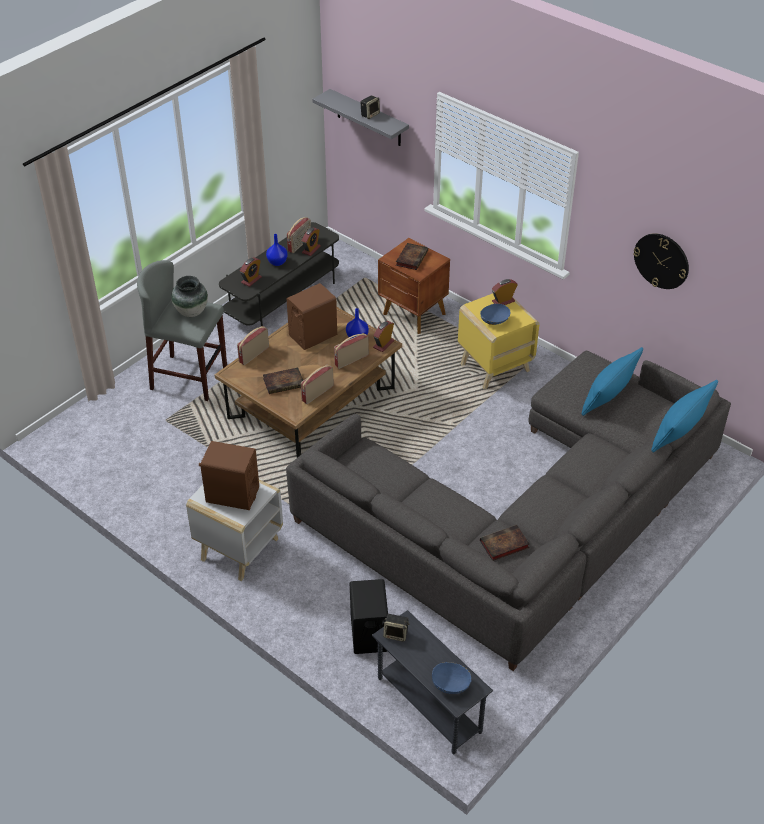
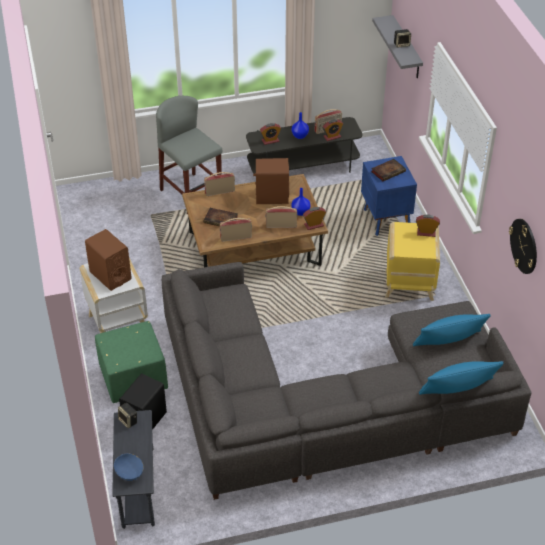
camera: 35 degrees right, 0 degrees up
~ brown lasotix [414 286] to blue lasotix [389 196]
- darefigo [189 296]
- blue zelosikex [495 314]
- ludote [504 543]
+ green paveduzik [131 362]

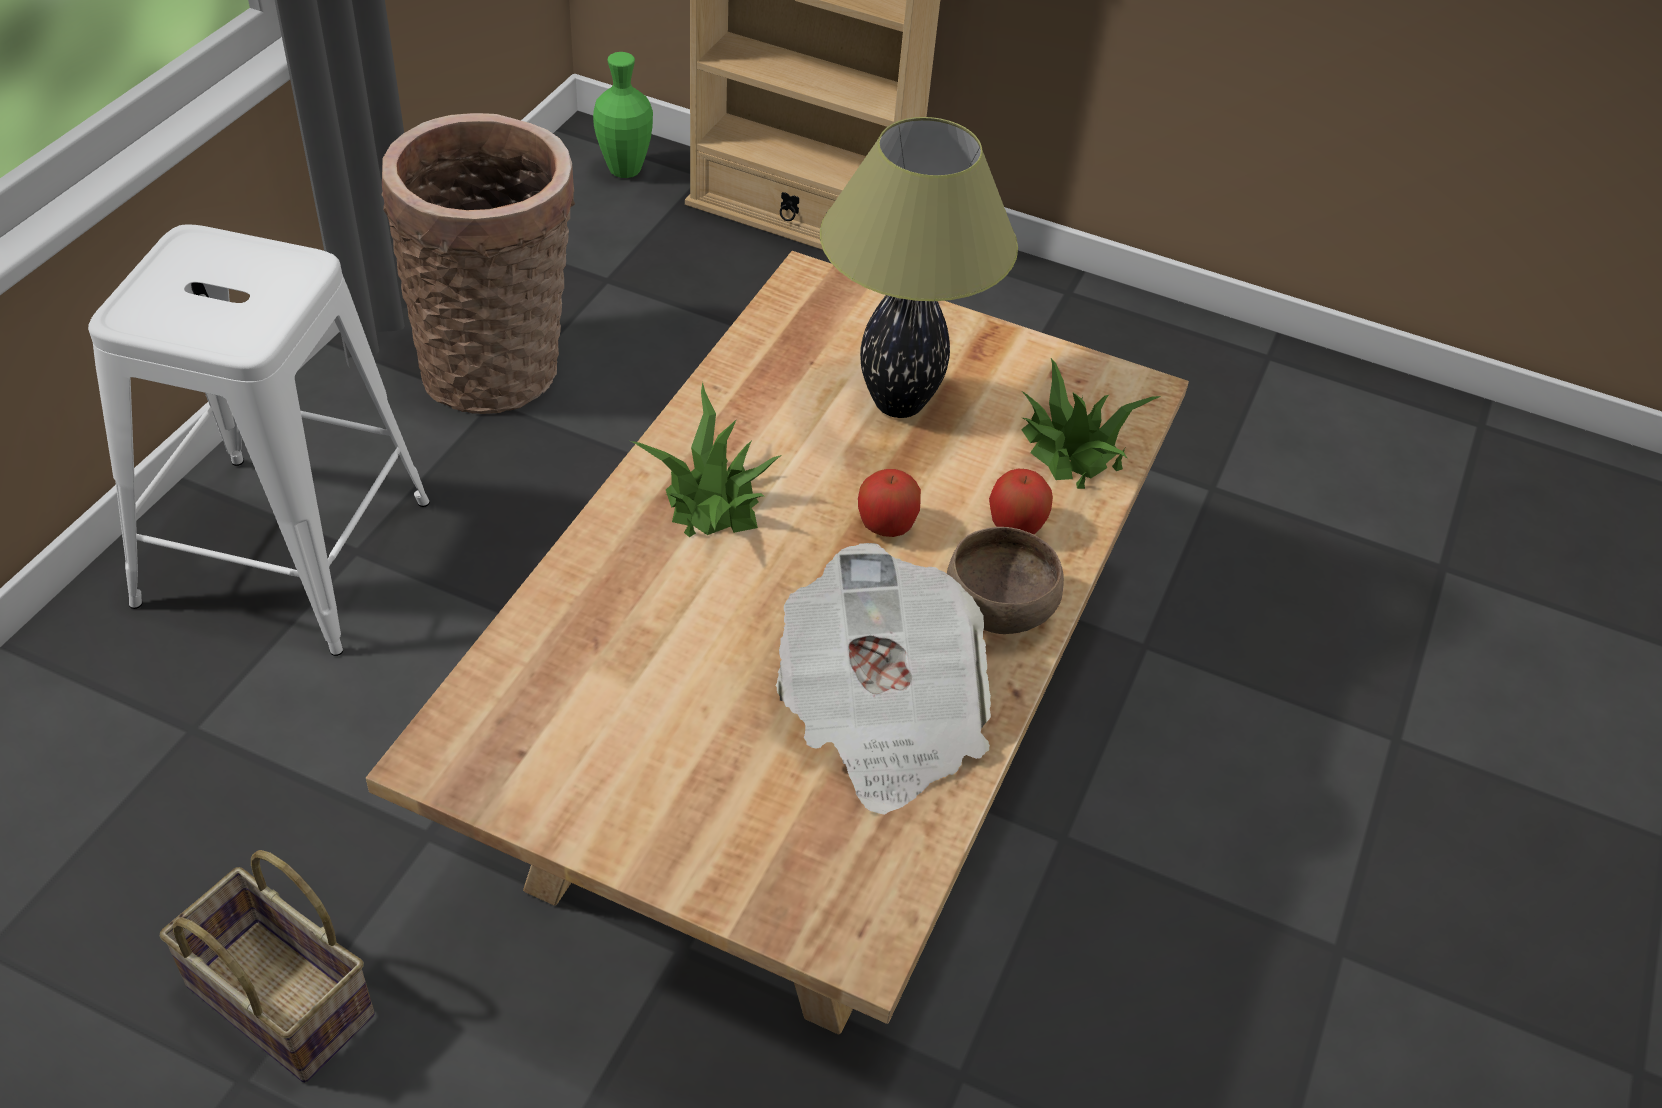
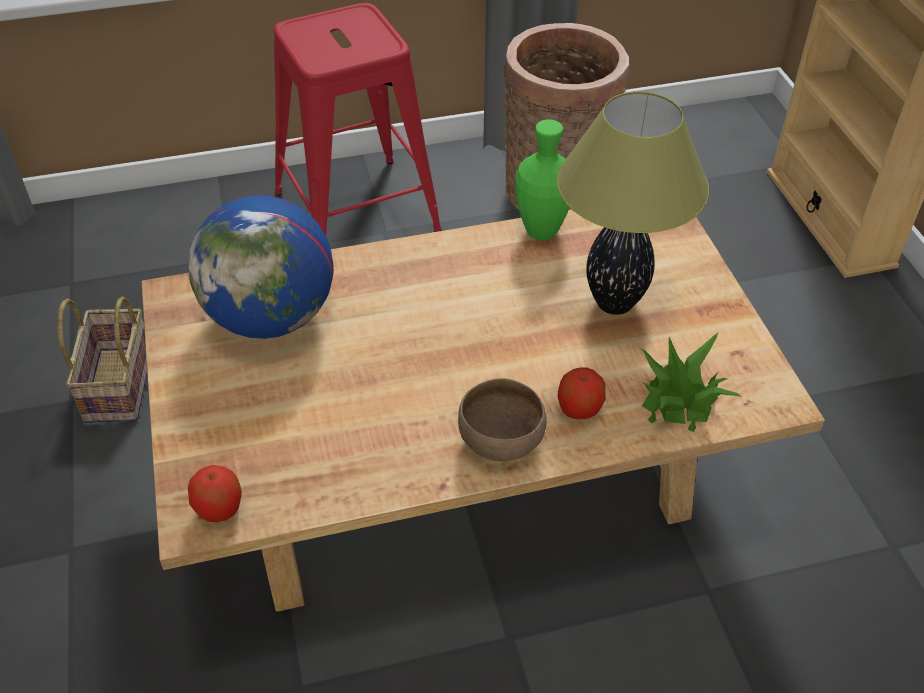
camera: 55 degrees right, 0 degrees up
~ green darefigo [623 115] to [542 179]
~ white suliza [259 440] to red suliza [357 119]
- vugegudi [706 459]
~ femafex [889 503] to [215 493]
- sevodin [883 679]
+ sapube [261 267]

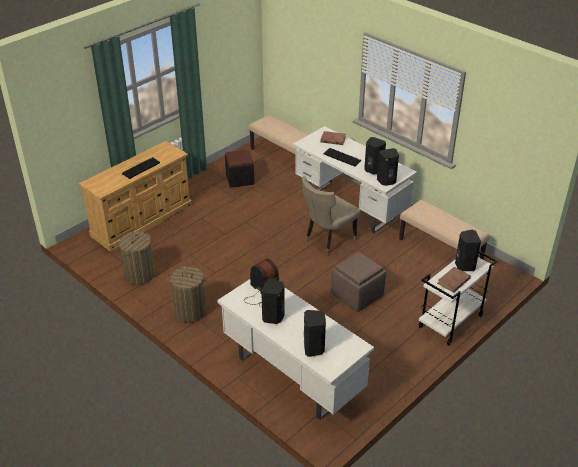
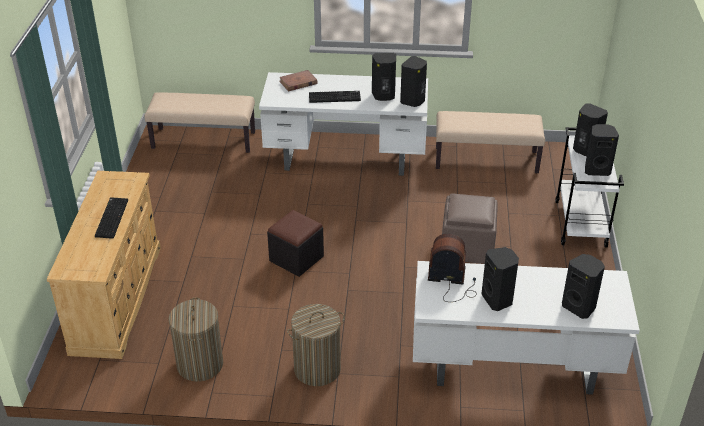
camera: 40 degrees left, 0 degrees up
~ black paveduzik [239 169] to [295 243]
- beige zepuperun [331 215]
~ brown ludote [454 280] to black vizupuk [602 150]

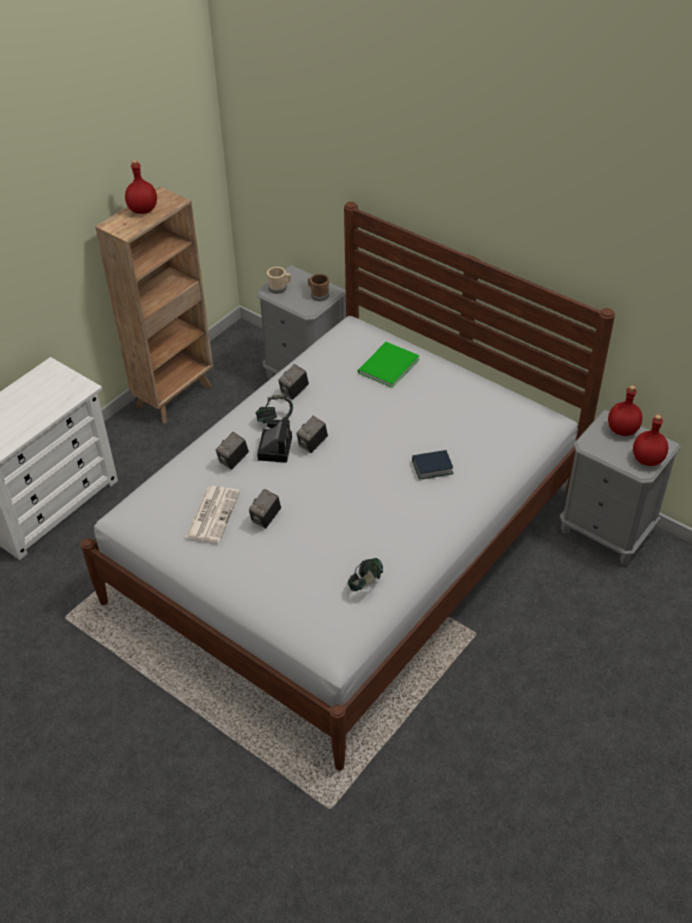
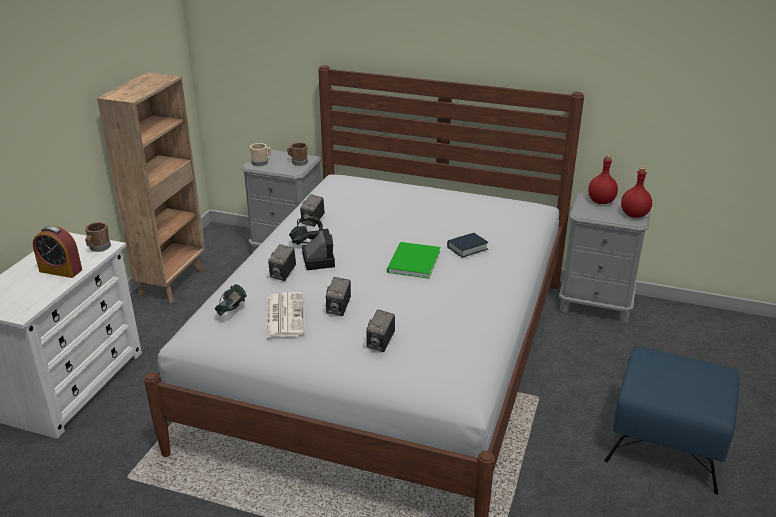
camera: 20 degrees left, 15 degrees down
- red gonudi [141 187]
~ green ludote [389 365] to [413 260]
~ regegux [312 434] to [380 331]
~ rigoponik [365 574] to [231 300]
+ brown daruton [98 237]
+ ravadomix [57 252]
+ blue paveduzik [672 420]

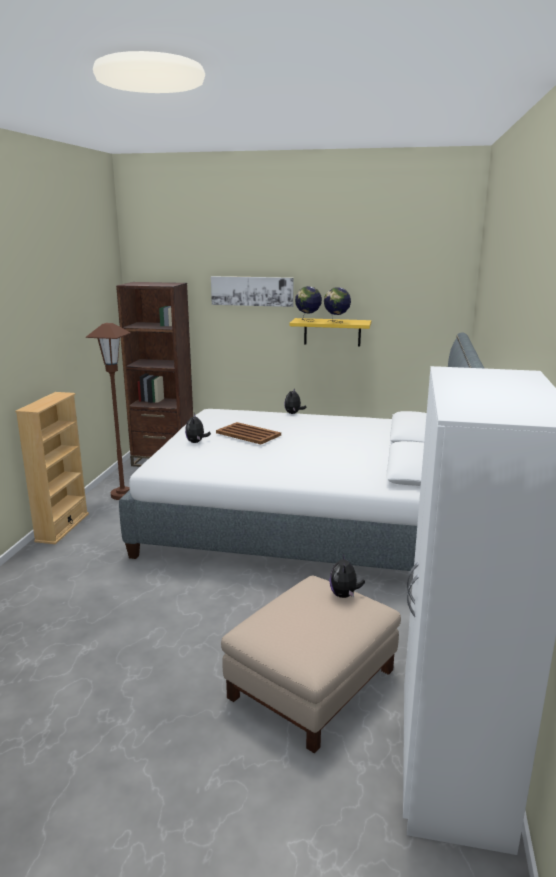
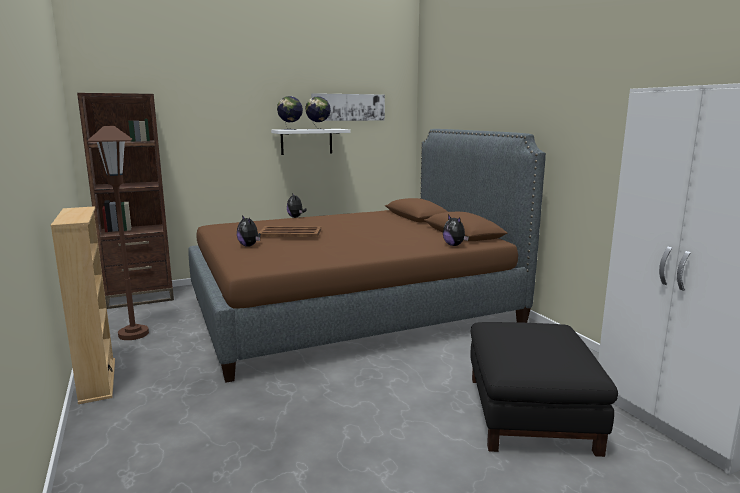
camera: 35 degrees left, 5 degrees down
~ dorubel [252 291] to [348 107]
~ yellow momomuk [330 332] to white momomuk [311 142]
~ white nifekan [301 452] to brown nifekan [367 256]
~ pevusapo [347 575] to [456 230]
~ beige paveduzik [311 664] to black paveduzik [544 389]

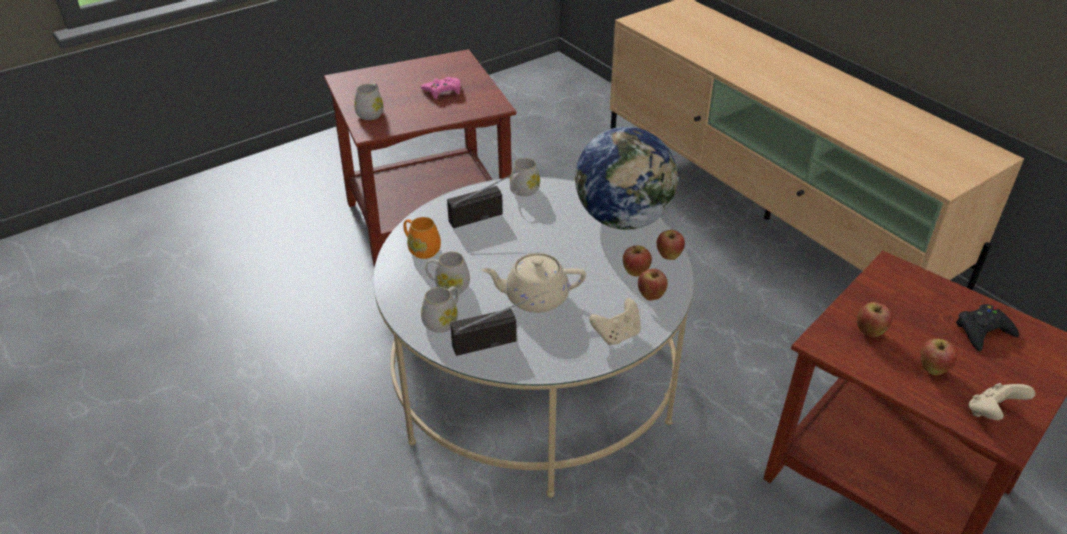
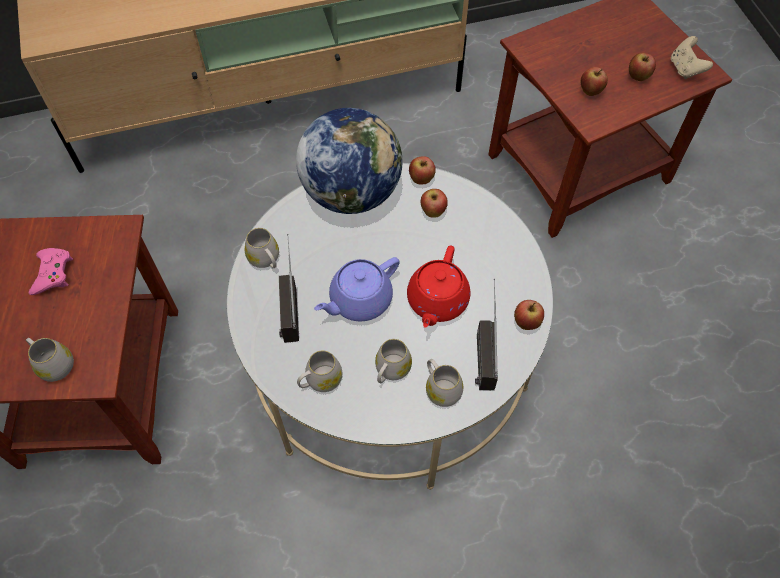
camera: 70 degrees left, 20 degrees up
~ orange daruton [422 238] to white daruton [319 371]
~ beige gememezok [534 283] to red gememezok [438 287]
~ femafex [653 285] to [529 315]
- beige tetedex [615 321]
- black tetedex [987 327]
+ purple gememezok [357 289]

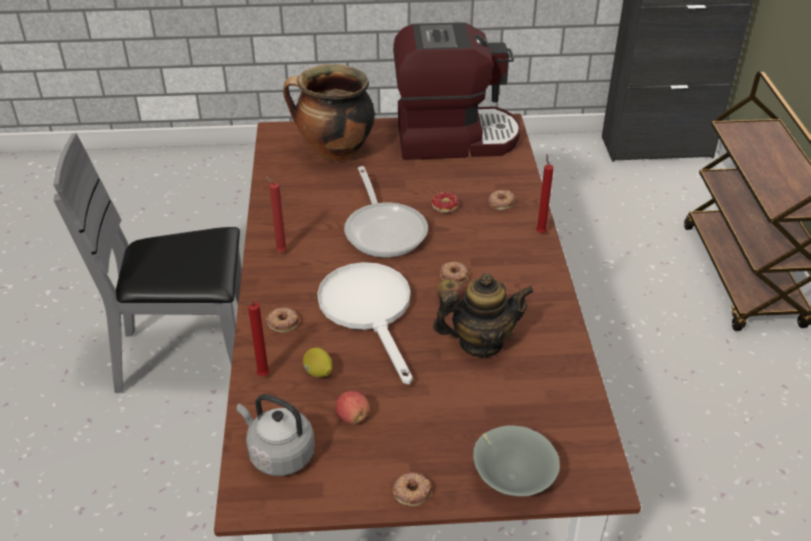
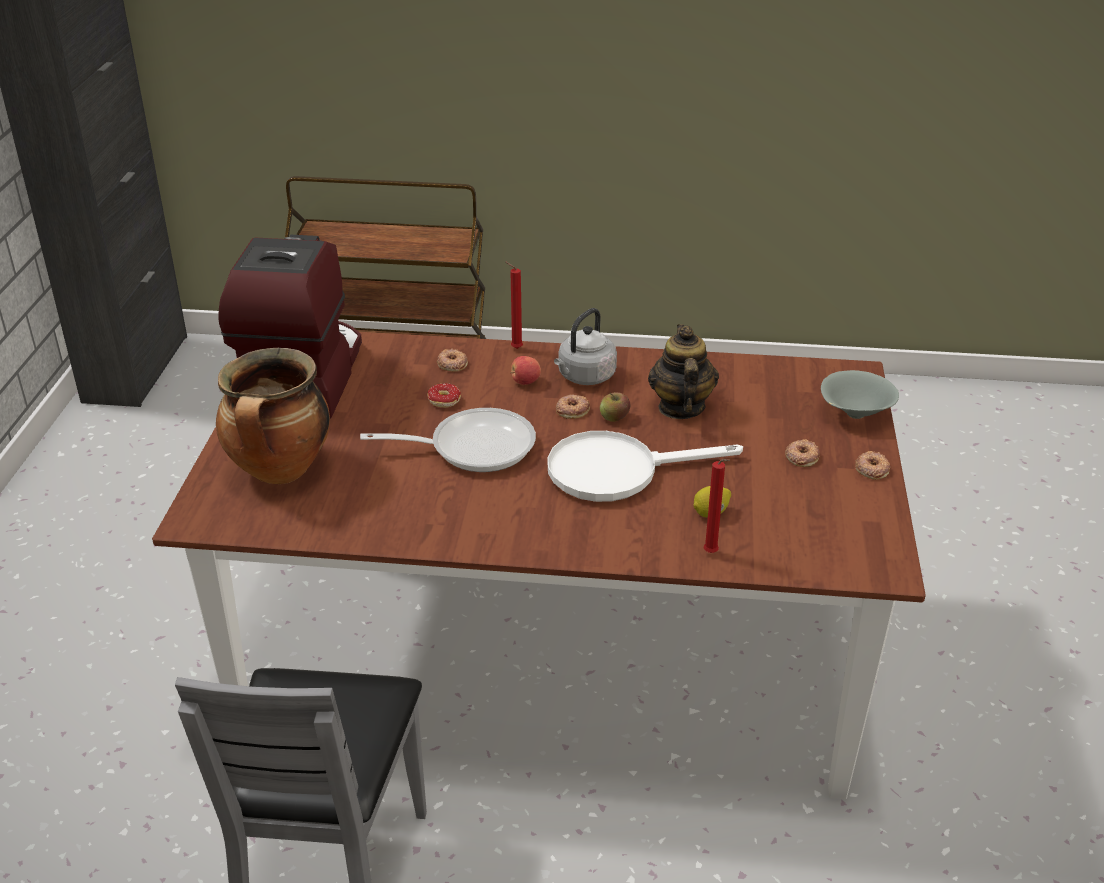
camera: 80 degrees left, 5 degrees down
- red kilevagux [275 213]
~ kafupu [282 320] to [802 453]
~ femafex [352 407] to [526 370]
~ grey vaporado [276 435] to [585 346]

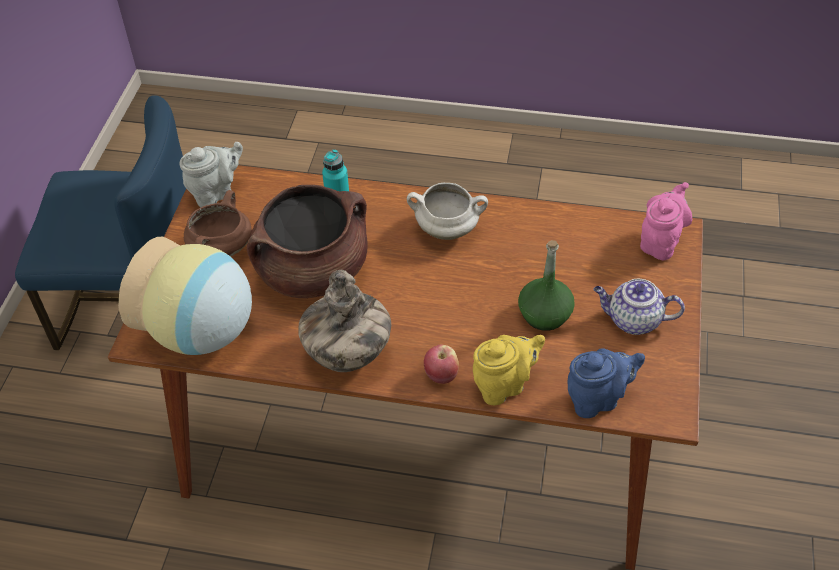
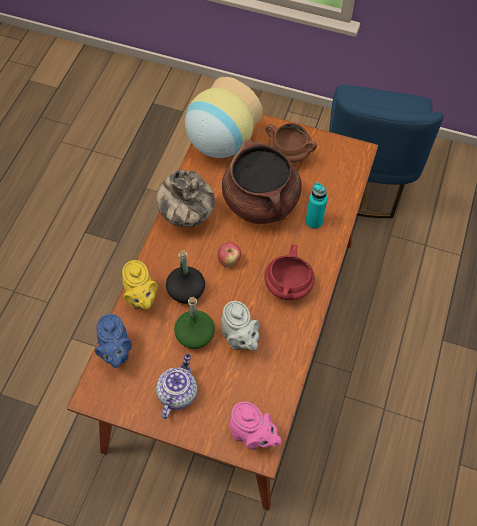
camera: 95 degrees right, 10 degrees up
~ grey gememezok [211 174] to [240 325]
~ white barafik [447 211] to red barafik [289 272]
~ femafex [441 364] to [229 255]
+ black gonudi [185 277]

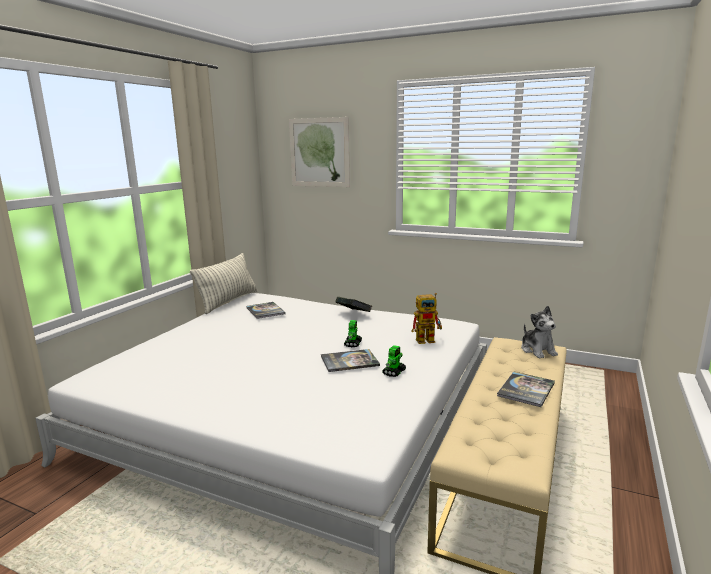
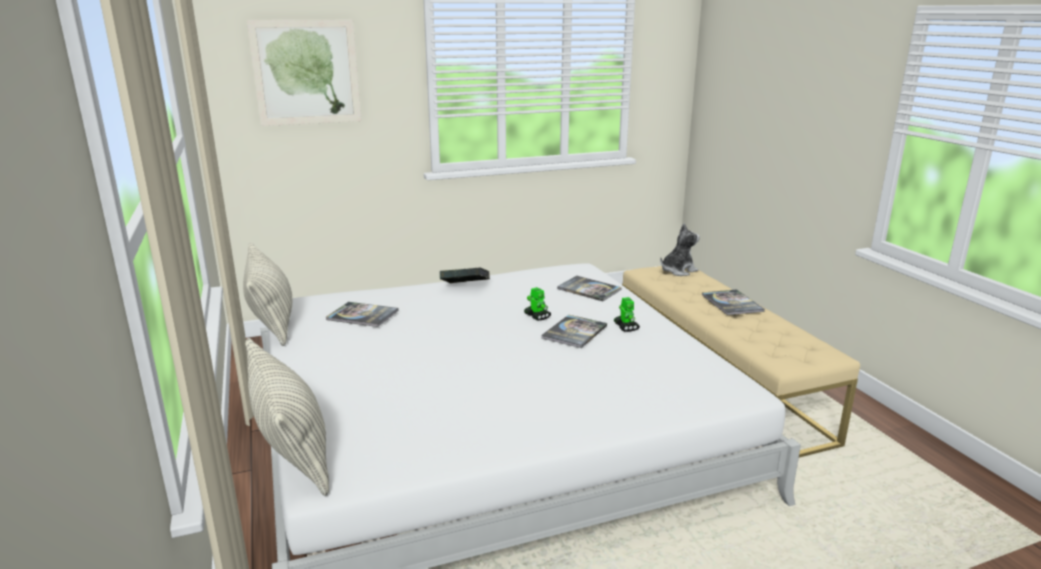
camera: 45 degrees left, 5 degrees up
~ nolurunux [427 318] to ludote [589 288]
~ pevusapo [539 332] = [680 250] 60 degrees counterclockwise
+ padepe [287 417]

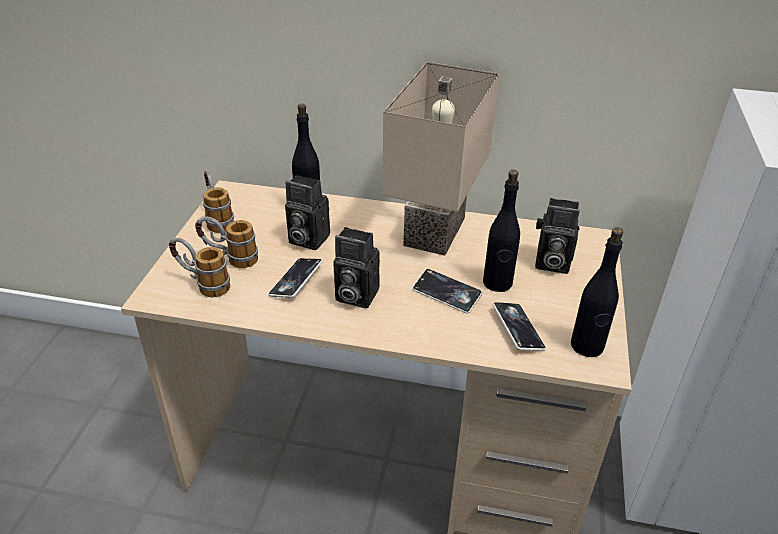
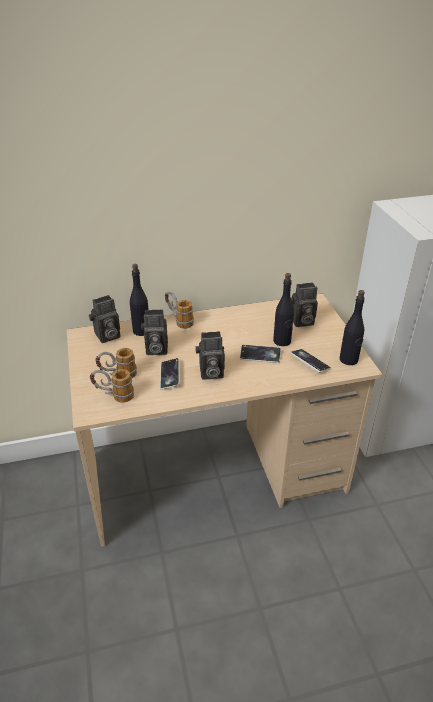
camera: 25 degrees left, 0 degrees up
- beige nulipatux [441 159]
~ daruton [218 201] to [179 310]
+ regegux [104 319]

